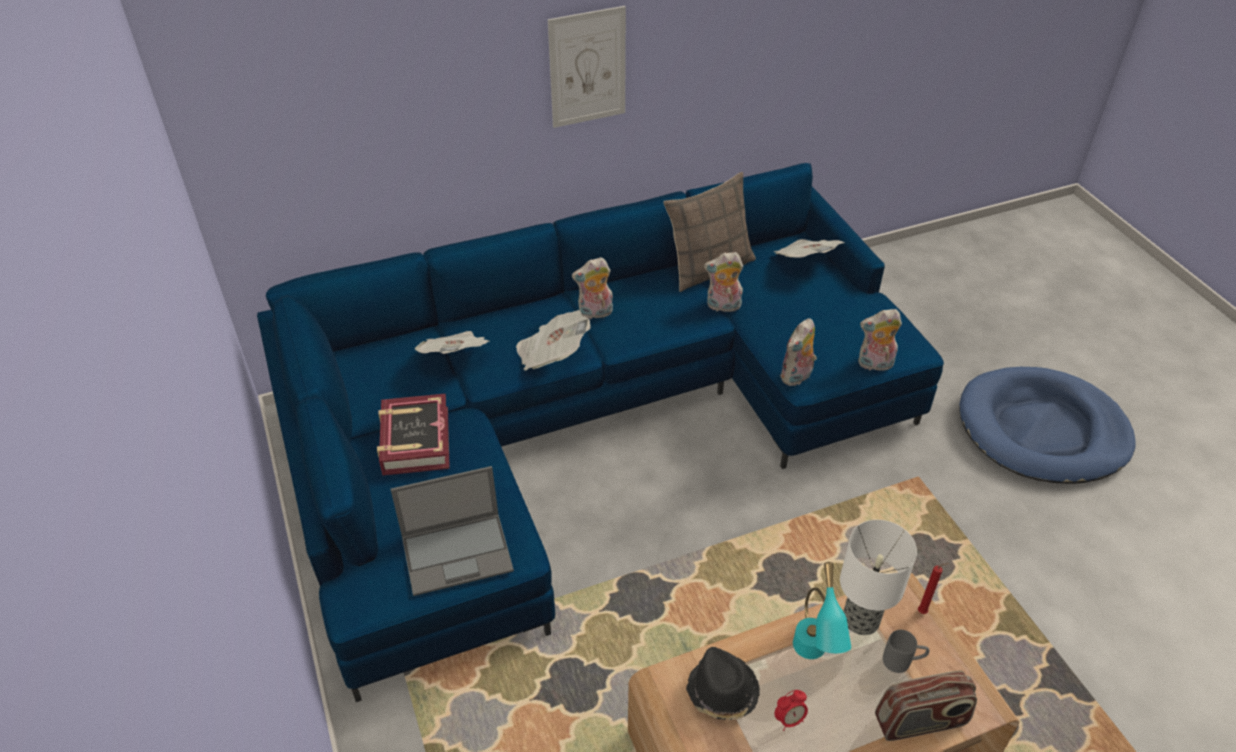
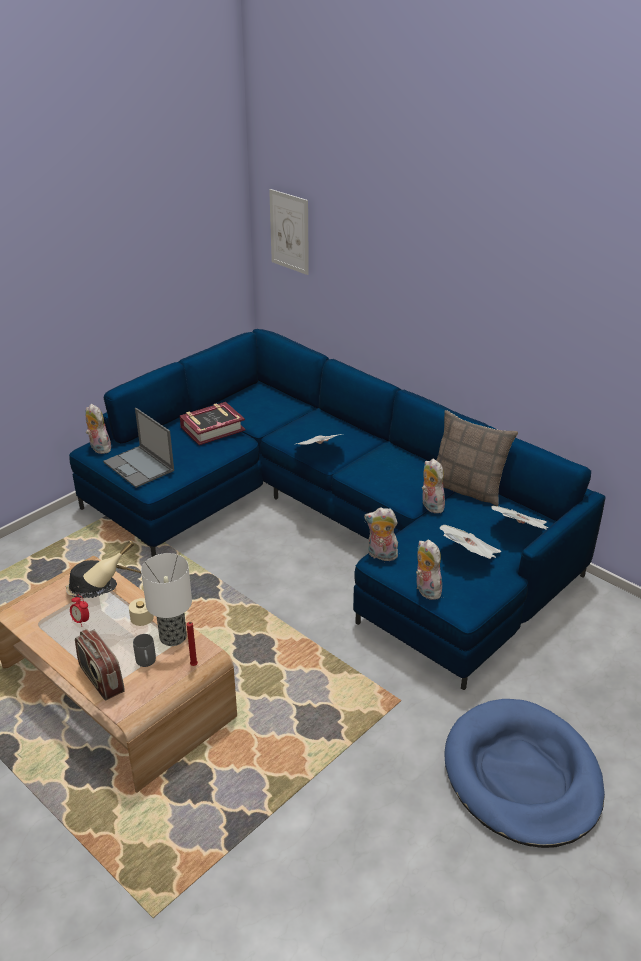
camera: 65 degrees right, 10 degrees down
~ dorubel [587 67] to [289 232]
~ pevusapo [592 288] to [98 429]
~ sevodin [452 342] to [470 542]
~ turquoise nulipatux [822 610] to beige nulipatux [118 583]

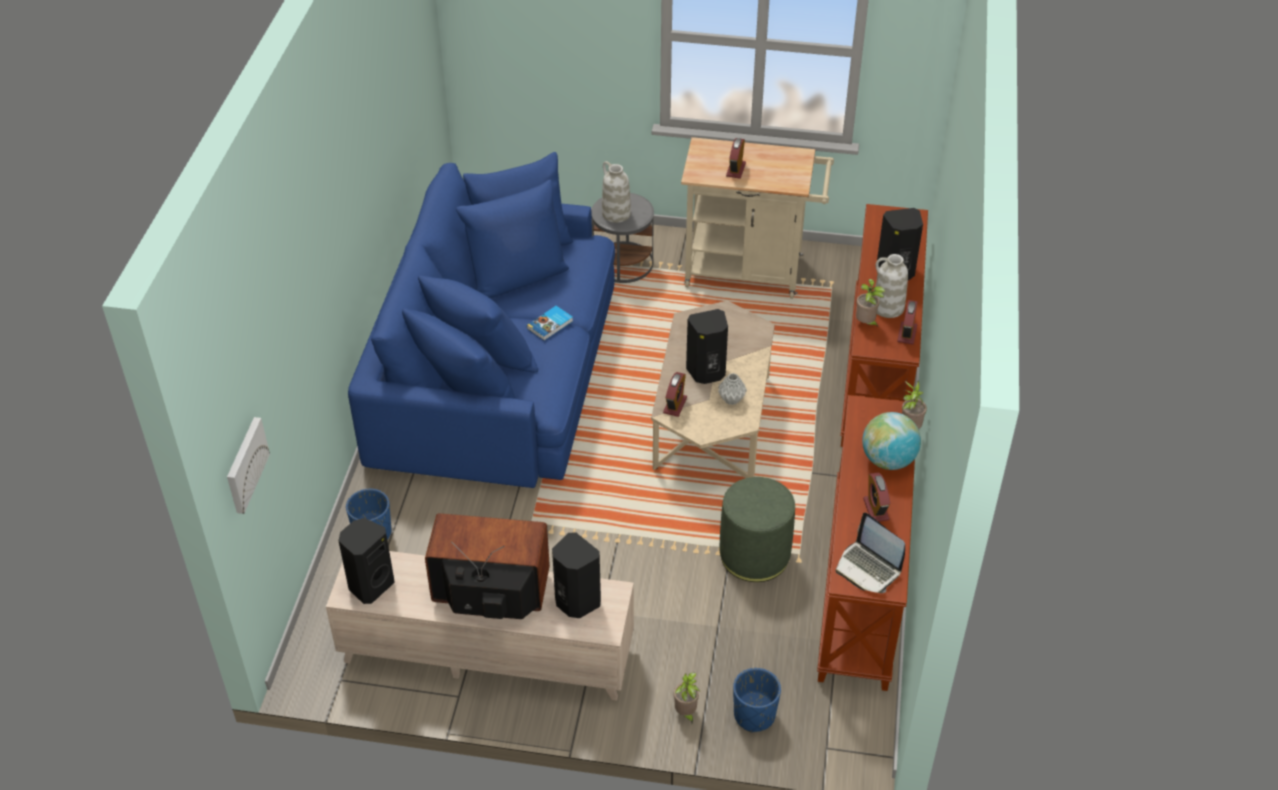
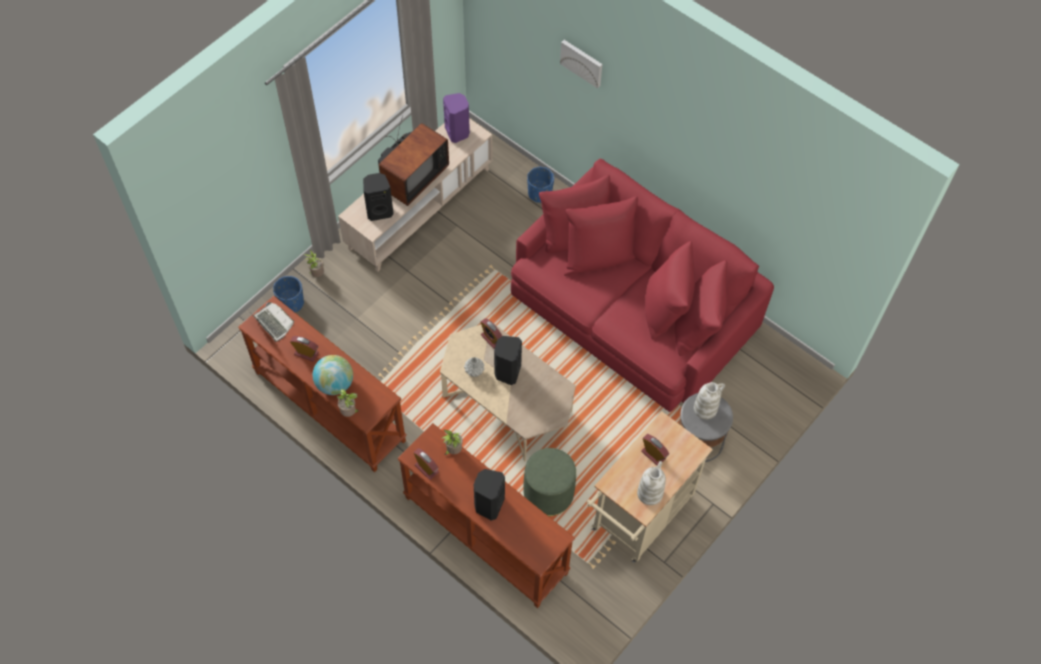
camera: 120 degrees right, 15 degrees up
~ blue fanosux [481 320] to red fanosux [642 285]
~ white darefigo [891 286] to [651 483]
- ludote [550 323]
~ dorubel [248 465] to [581 64]
~ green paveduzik [757 529] to [549 482]
~ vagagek [870 553] = [271 322] 60 degrees clockwise
~ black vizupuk [366 561] to purple vizupuk [456 118]

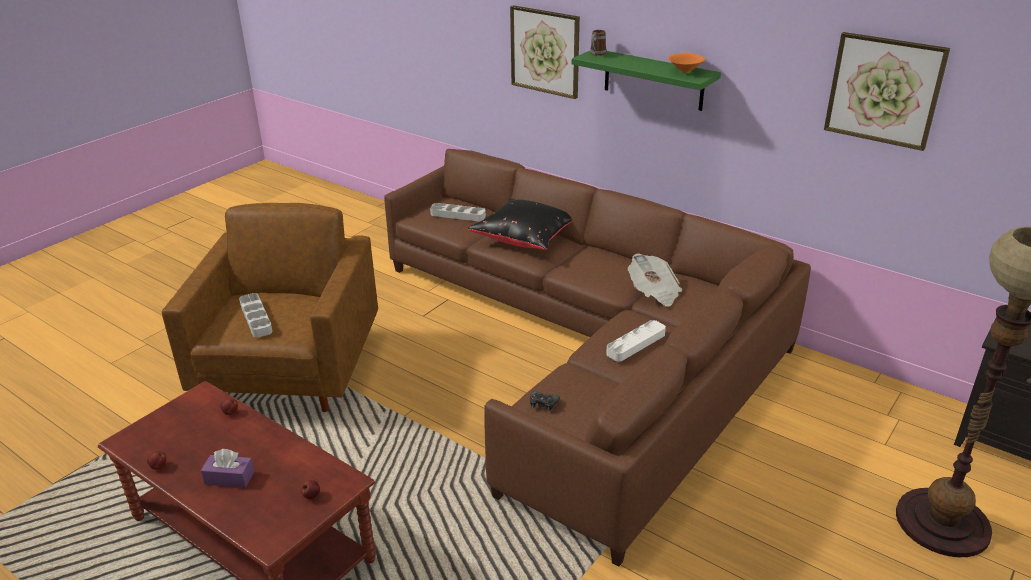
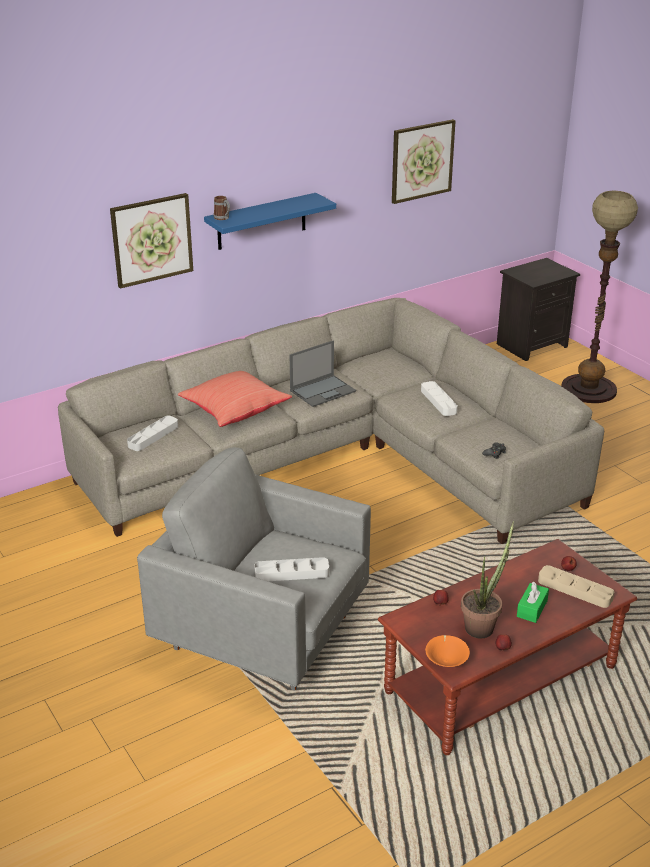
camera: 70 degrees left, 0 degrees up
~ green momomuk [646 81] to blue momomuk [270 221]
~ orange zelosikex [687 63] to [447 651]
~ brown fanosux [597 358] to grey fanosux [331 421]
~ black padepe [520 224] to red padepe [235 399]
~ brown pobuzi [270 307] to grey pobuzi [254 568]
- sevodin [655 280]
~ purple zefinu [227 468] to green zefinu [533 602]
+ vagagek [323 373]
+ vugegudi [487 579]
+ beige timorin [576 586]

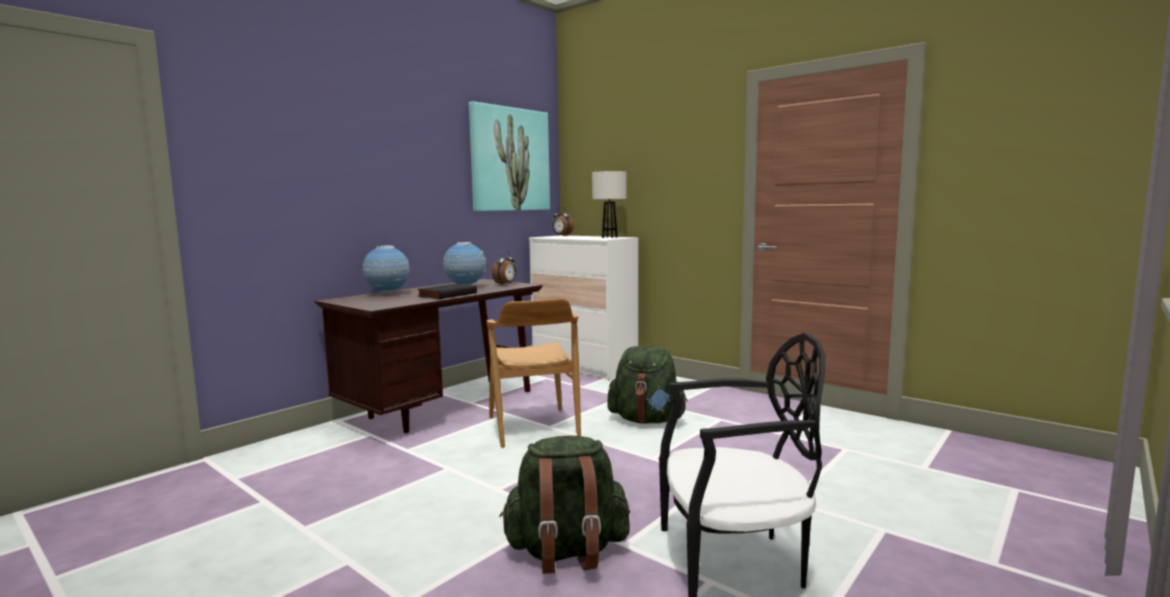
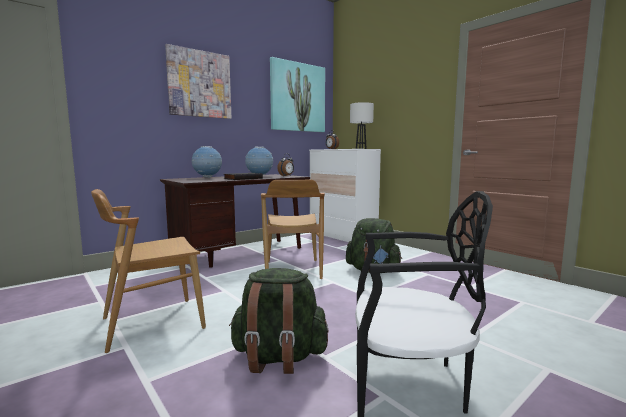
camera: 10 degrees right, 0 degrees up
+ dorubel [198 81]
+ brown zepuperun [148 271]

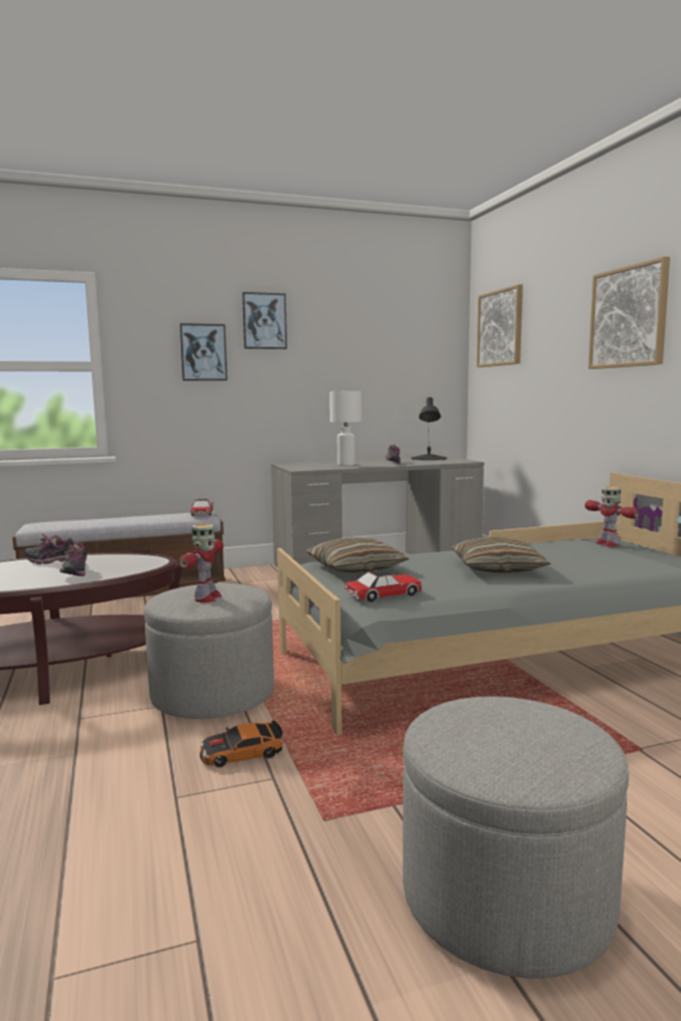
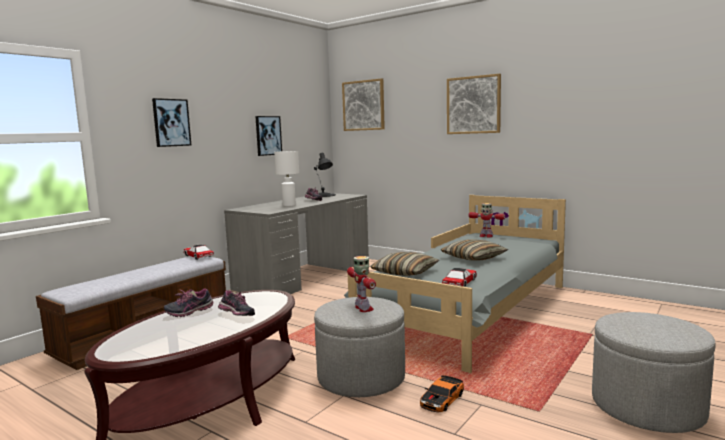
camera: 35 degrees left, 0 degrees up
~ dorubel [264 320] to [268 136]

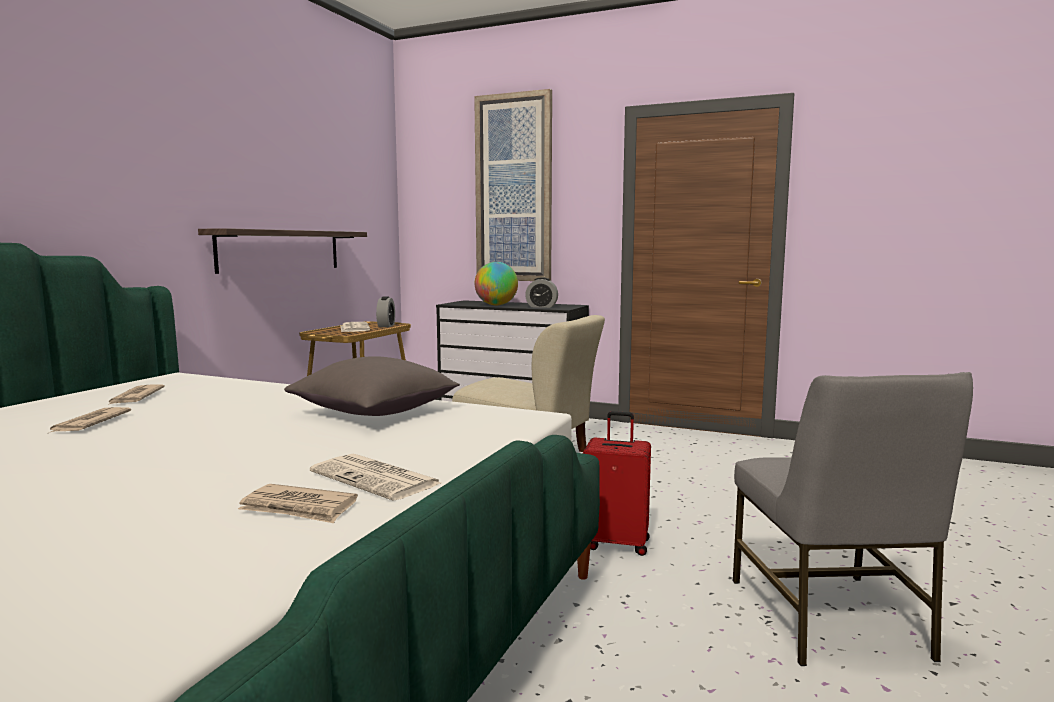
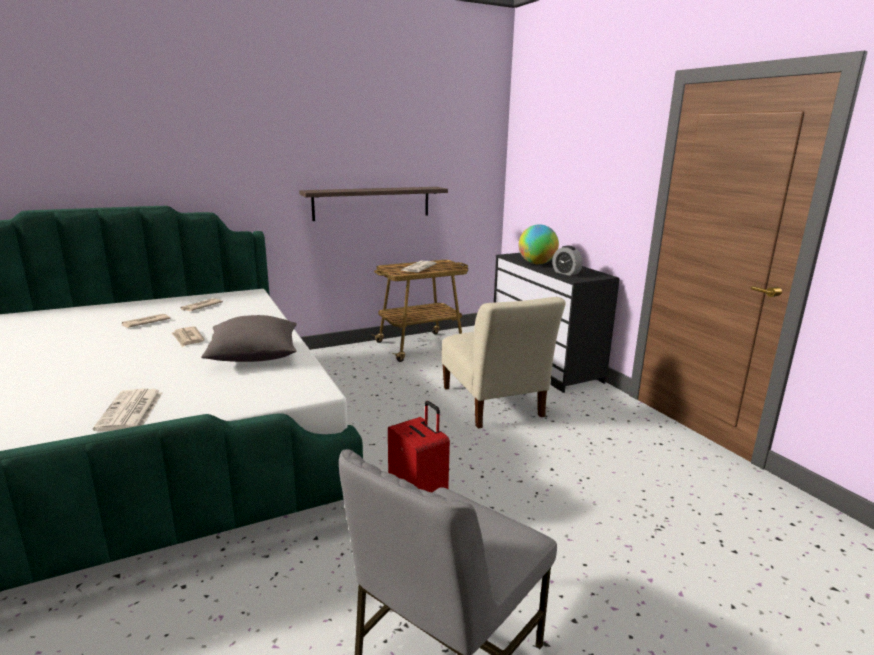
camera: 40 degrees right, 10 degrees up
- dorubel [513 185]
- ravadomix [385 311]
~ sevodin [298 503] to [188 336]

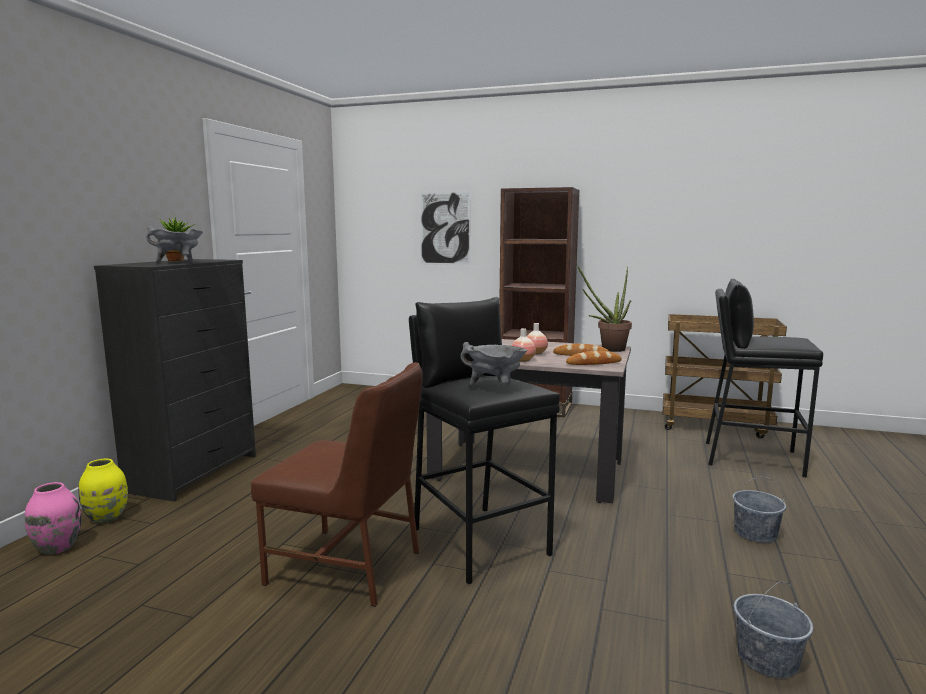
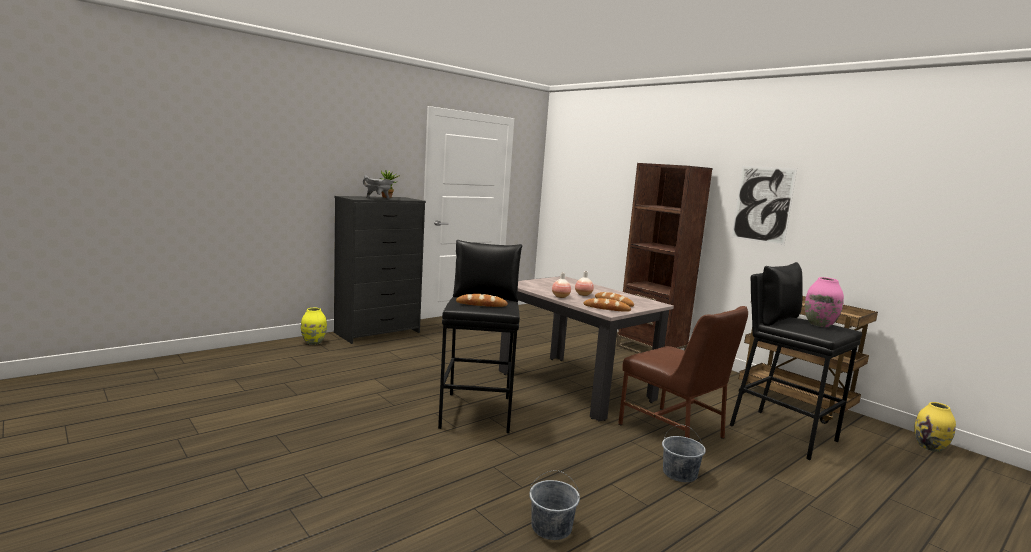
camera: 30 degrees right, 0 degrees up
~ dorubel [445 228] to [764 205]
- vugegudi [604 308]
~ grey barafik [494 365] to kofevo [482 300]
~ brown zepuperun [337 484] to [683 372]
~ pink darefigo [53 518] to [824 302]
+ yellow darefigo [935 427]

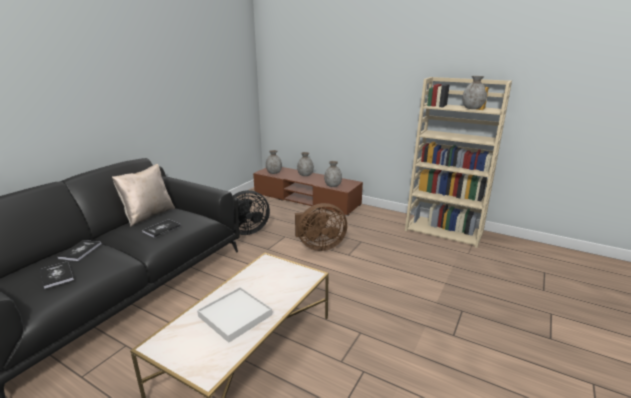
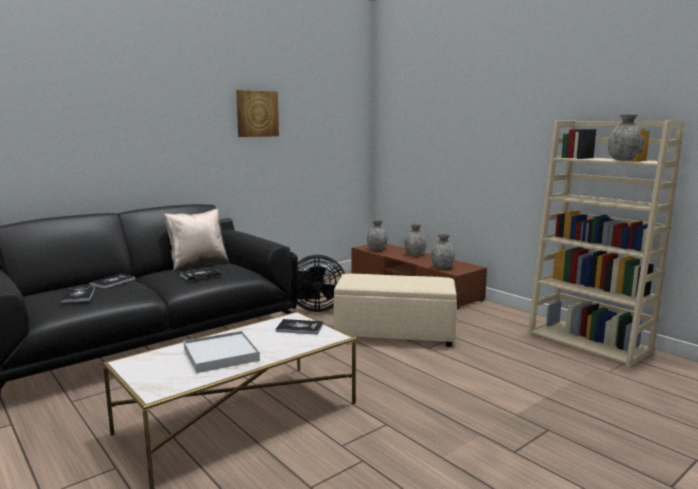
camera: 20 degrees right, 10 degrees down
~ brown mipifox [321 227] to beige paveduzik [395 310]
+ dorubel [257 113]
+ ludote [300 327]

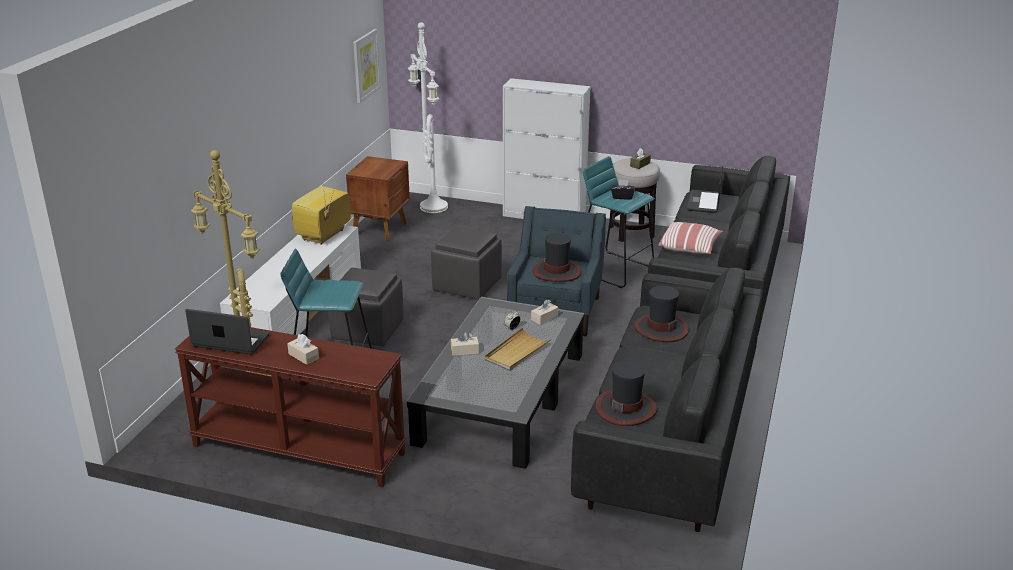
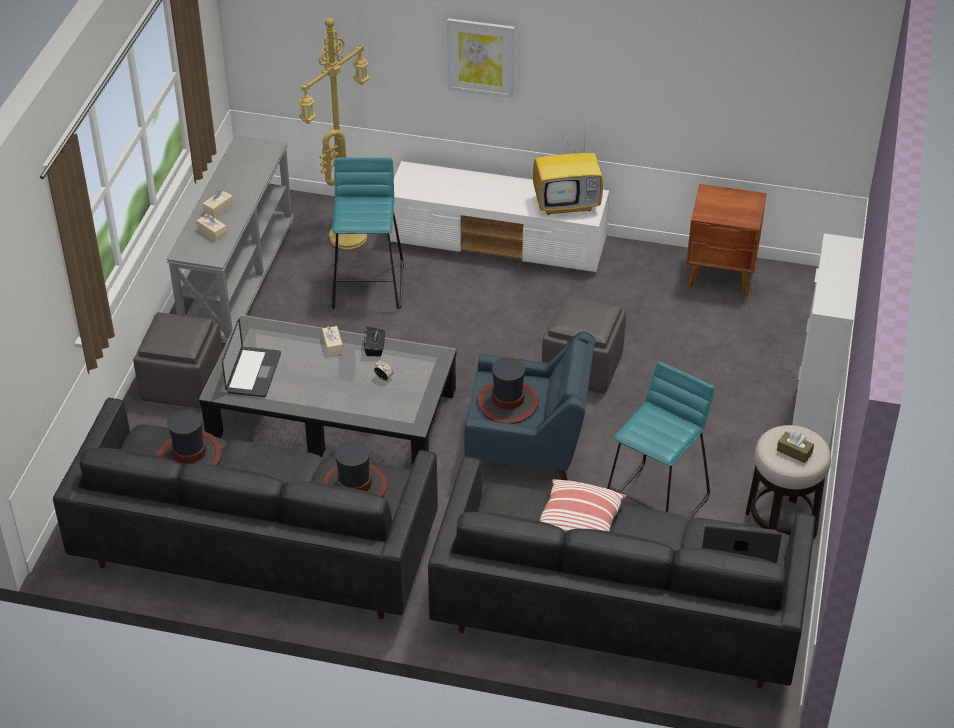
camera: 85 degrees right, 15 degrees up
- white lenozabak [428 117]
~ dorubel [367 66] to [481 58]
~ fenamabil [321 210] = [568 169] 150 degrees clockwise
~ black zefinu [623 189] to [374 341]
~ grey paveduzik [366 307] to [178 360]
~ beige zefinu [544 312] to [212 228]
~ vagagek [227 331] to [251 357]
~ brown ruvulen [290 407] to grey ruvulen [230 239]
- beige timorin [518 349]

